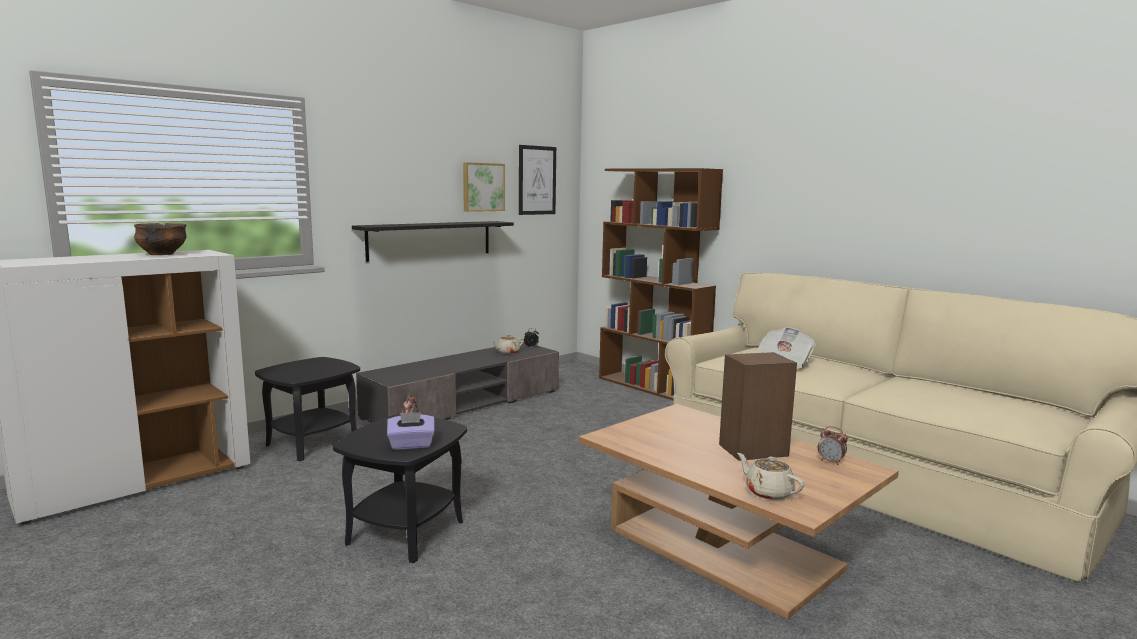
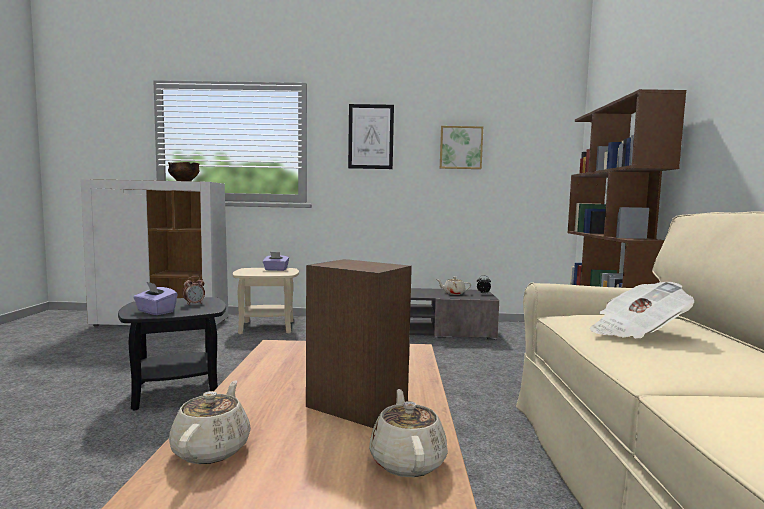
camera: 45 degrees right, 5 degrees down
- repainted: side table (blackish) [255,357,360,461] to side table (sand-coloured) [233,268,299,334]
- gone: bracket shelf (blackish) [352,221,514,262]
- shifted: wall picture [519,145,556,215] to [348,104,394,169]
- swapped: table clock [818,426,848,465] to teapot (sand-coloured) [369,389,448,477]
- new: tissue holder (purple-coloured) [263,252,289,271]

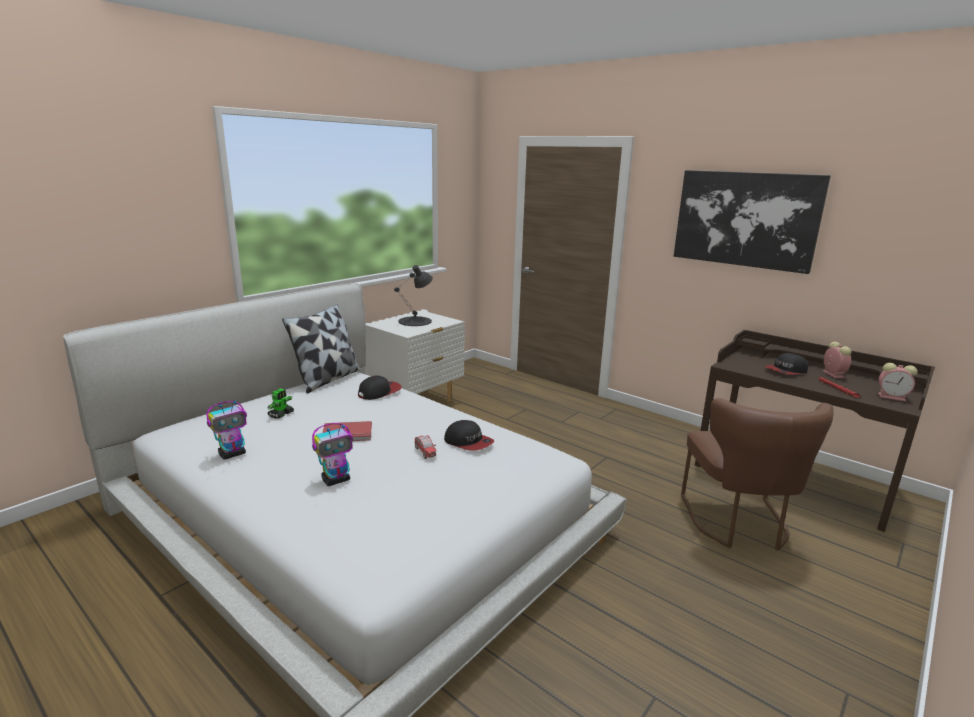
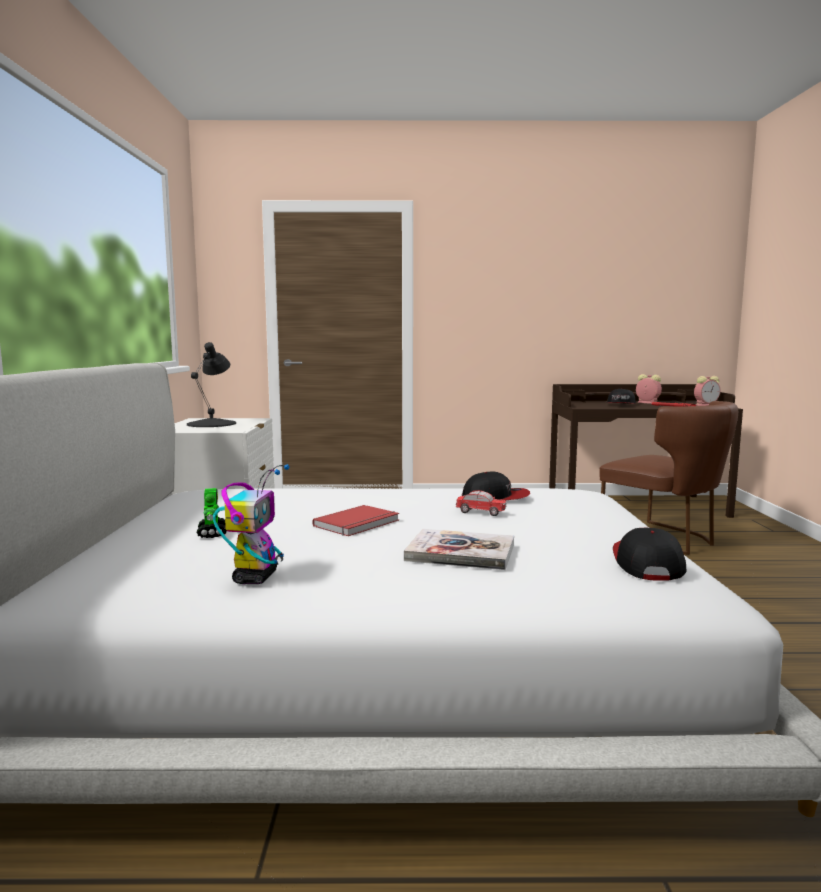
camera: 40 degrees left, 10 degrees down
- gone: pillow [282,304,360,393]
- swapped: toy robot [312,423,353,486] to bound book [404,529,514,570]
- shifted: peaked cap [358,375,402,400] to [613,528,687,581]
- gone: wall picture [674,170,831,274]

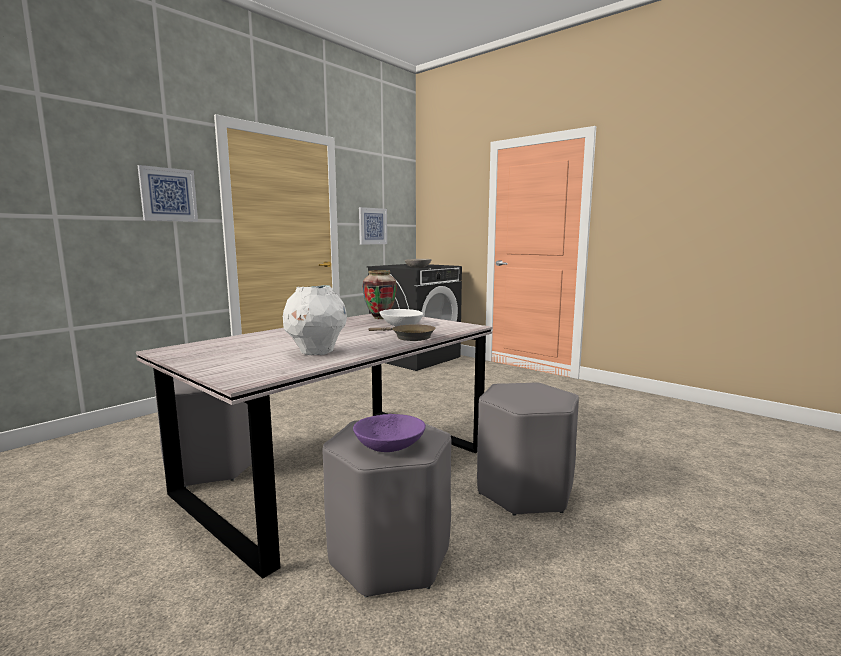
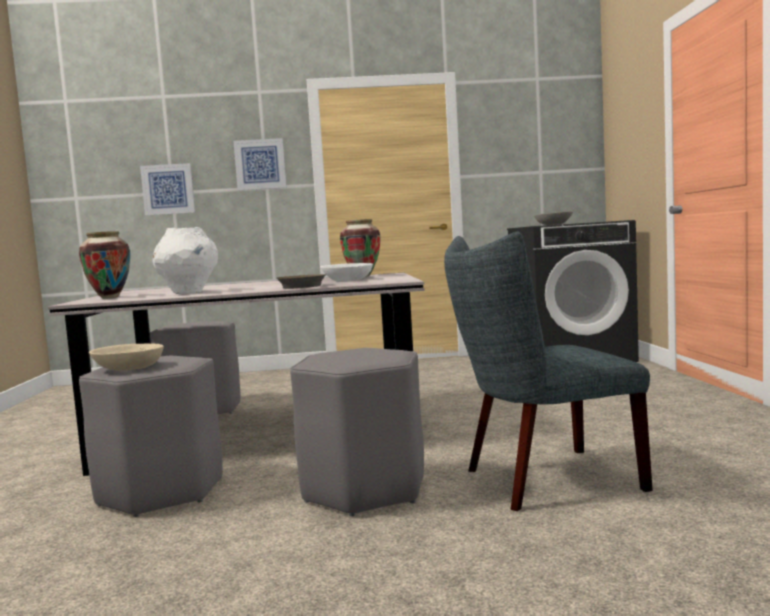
camera: 45 degrees right, 5 degrees down
- repainted: serving bowl (purple-coloured) [353,414,426,452] to serving bowl (sand-coloured) [89,343,164,371]
- shifted: wall picture [359,207,387,245] to [140,163,195,216]
- new: vase [79,231,130,299]
- new: upright chair (gray) [444,232,653,511]

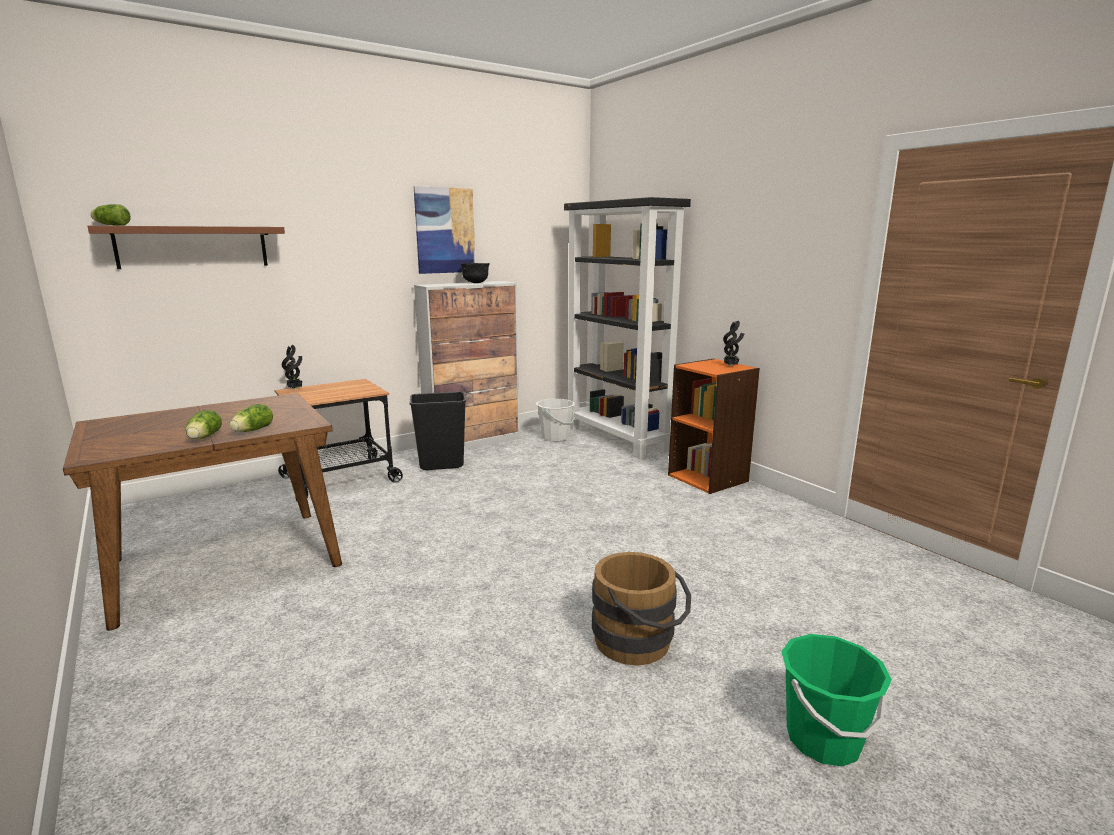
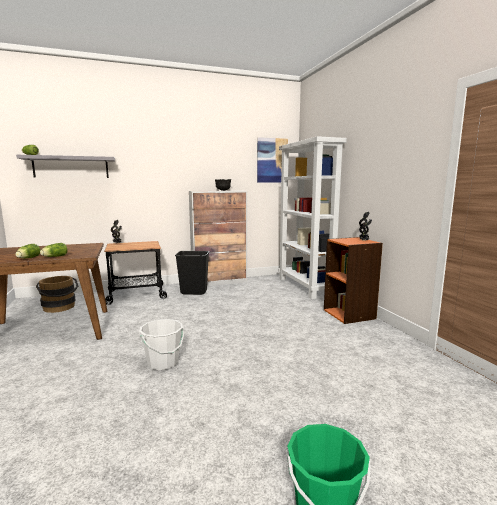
camera: 15 degrees right, 5 degrees down
- repainted: bracket shelf (brownish) [87,226,285,269] to bracket shelf (gray) [16,155,115,178]
- shifted: wall picture [414,186,475,274] to [257,137,288,183]
- shifted: pail (white) [536,399,575,442] to [139,319,184,370]
- repainted: bookcase (blackish) [564,197,691,459] to bookcase (white) [278,136,347,299]
- shifted: pail (brownish) [592,552,691,666] to [36,276,78,313]

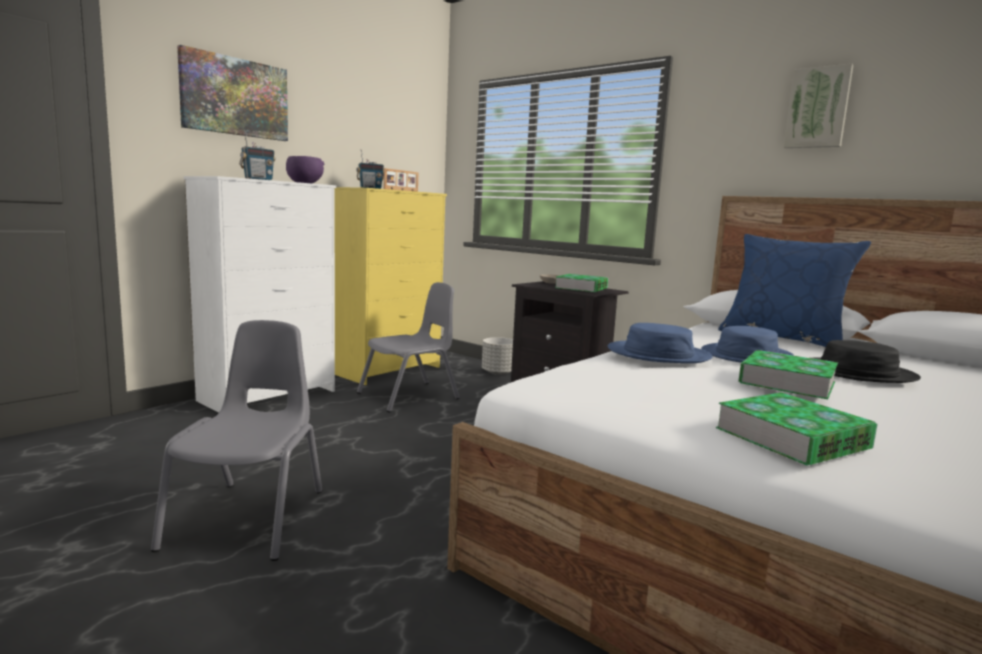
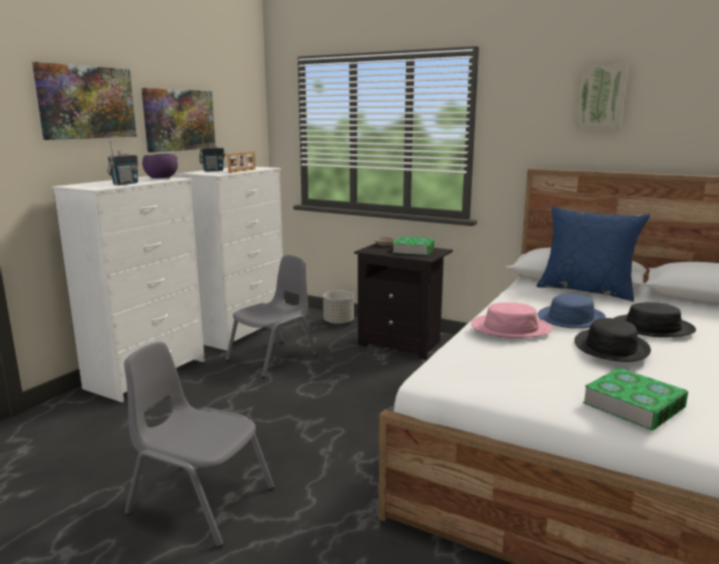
camera: 10 degrees left, 5 degrees up
- rotated: upright chair (gray) [151,320,322,561] = [124,342,275,547] 60 degrees counterclockwise
- repainted: dresser (yellowish) [335,187,447,385] to dresser (white) [176,167,283,351]
- repainted: hat (bluish) [608,323,713,363] to hat (pink) [471,302,552,338]
- swapped: bound book [738,350,838,399] to hat (blackish) [575,318,651,362]
- new: wall picture [141,88,215,152]

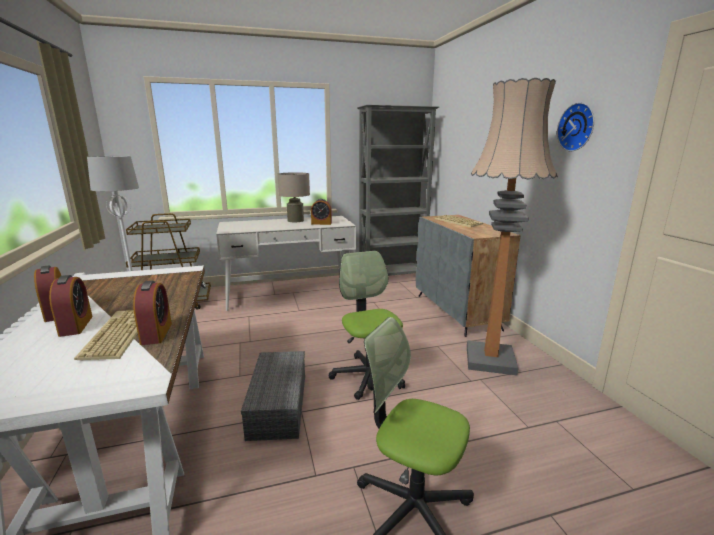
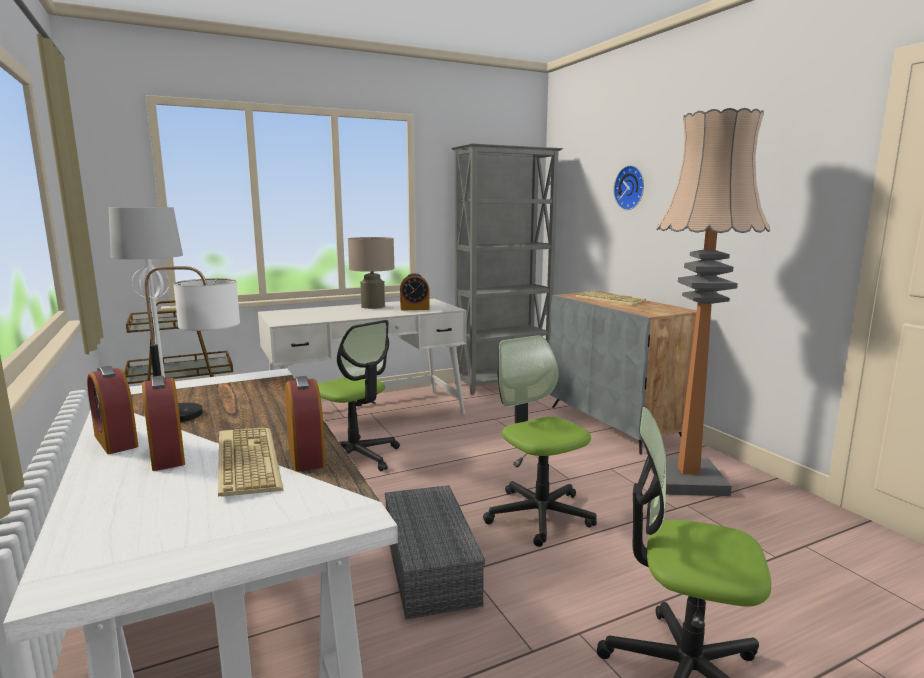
camera: 10 degrees left, 5 degrees down
- shifted: clock on the wall [557,103,594,151] to [614,165,644,210]
- new: lamp for a table [145,266,240,422]
- new: computer chair [318,320,400,471]

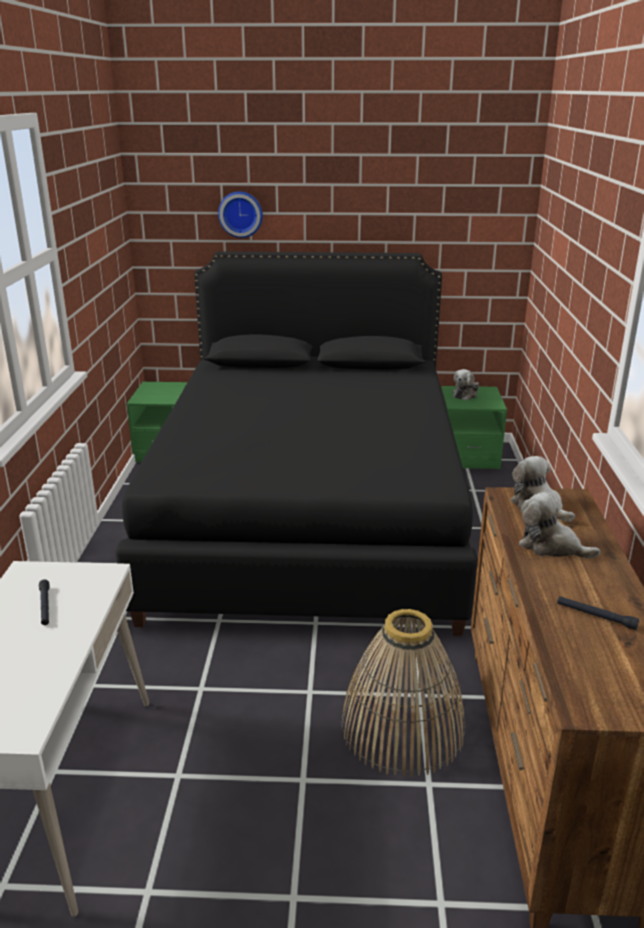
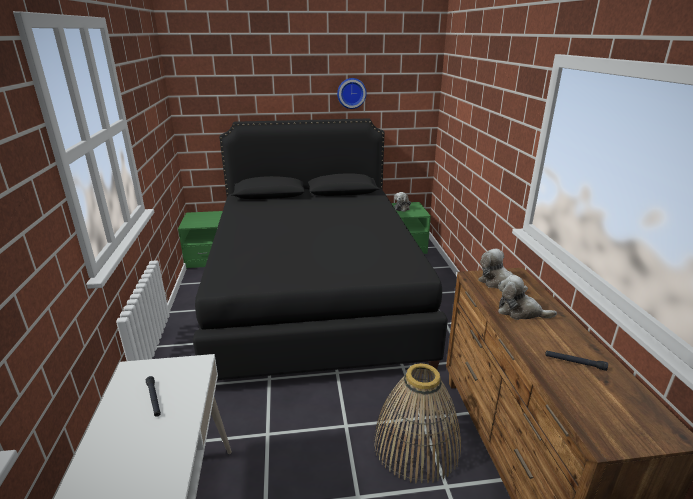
camera: 10 degrees left, 0 degrees up
- shifted: clock on the wall [218,191,263,238] to [337,78,367,109]

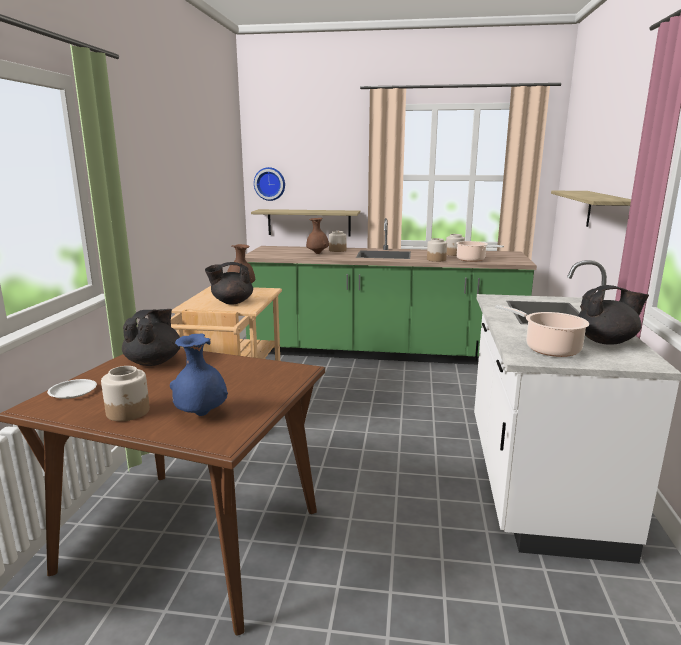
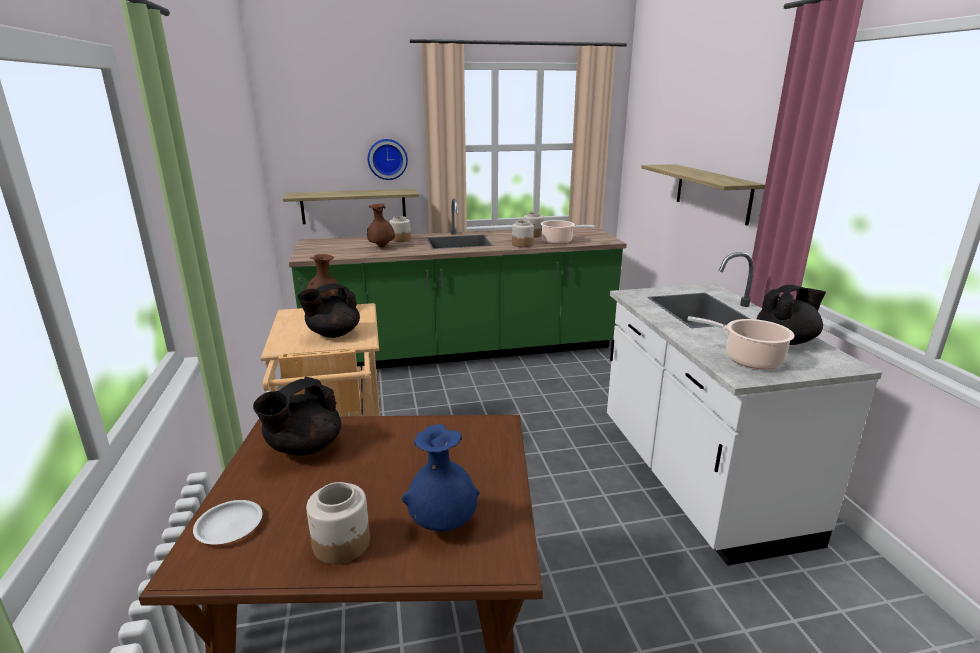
camera: 20 degrees left, 5 degrees up
- rotated: teapot (blackish) [122,309,181,366] = [253,377,341,456] 135 degrees counterclockwise
- shifted: clock on the wall [254,167,285,201] to [368,139,408,180]

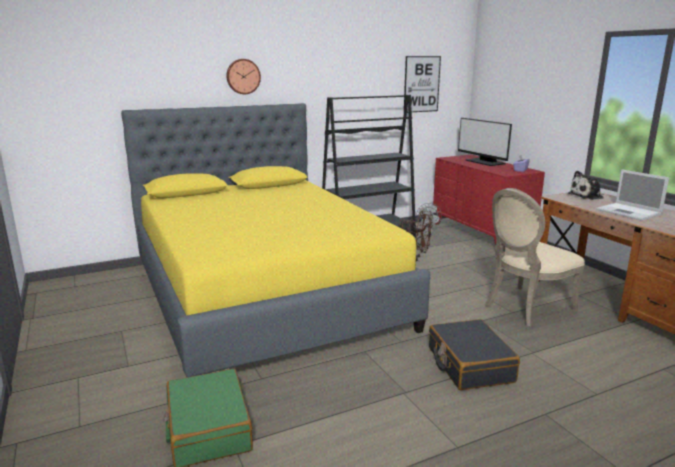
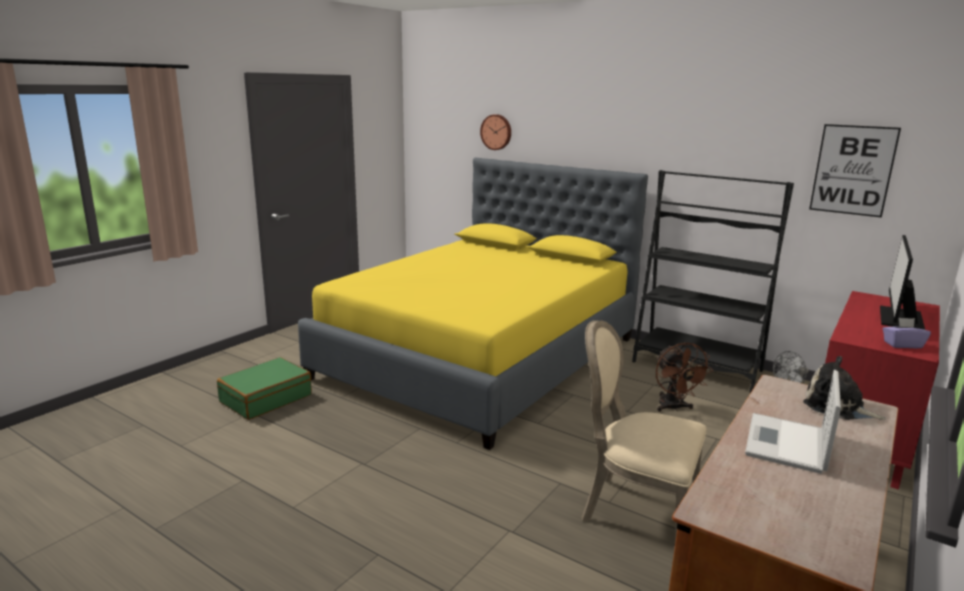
camera: 60 degrees right, 0 degrees up
- shifted: clock on the wall [226,59,261,94] to [480,114,511,150]
- gone: suitcase (blackish) [429,319,520,390]

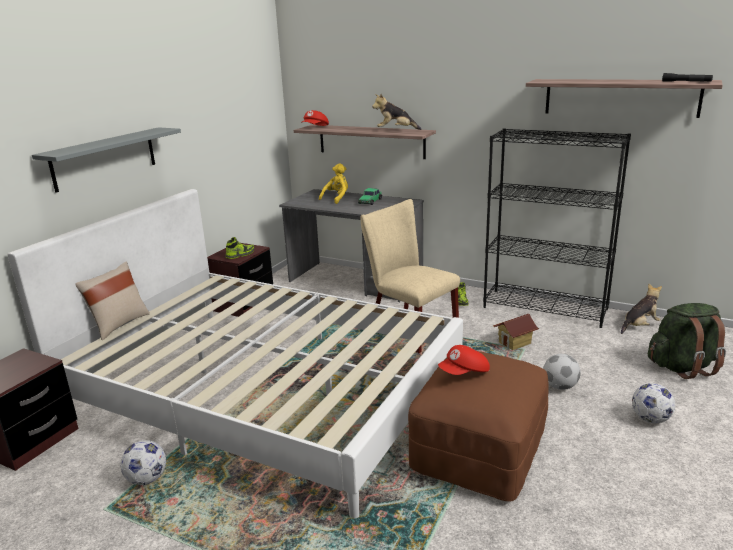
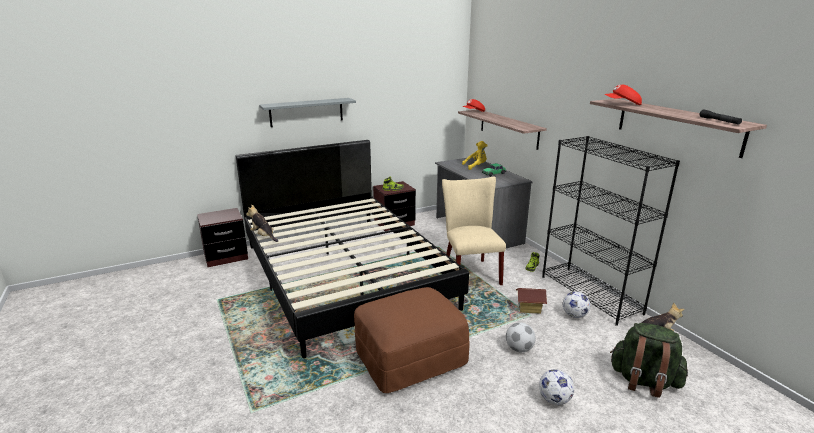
camera: 35 degrees right, 0 degrees up
- repainted: bed (white) [7,189,463,518] to bed (blackish) [236,140,469,358]
- gone: pillow (sand-coloured) [75,262,150,340]
- shifted: football ball [120,440,166,485] to [563,292,590,318]
- shifted: plush toy [372,94,422,130] to [246,204,278,242]
- shifted: peaked cap (red) [438,345,490,375] to [605,85,642,105]

